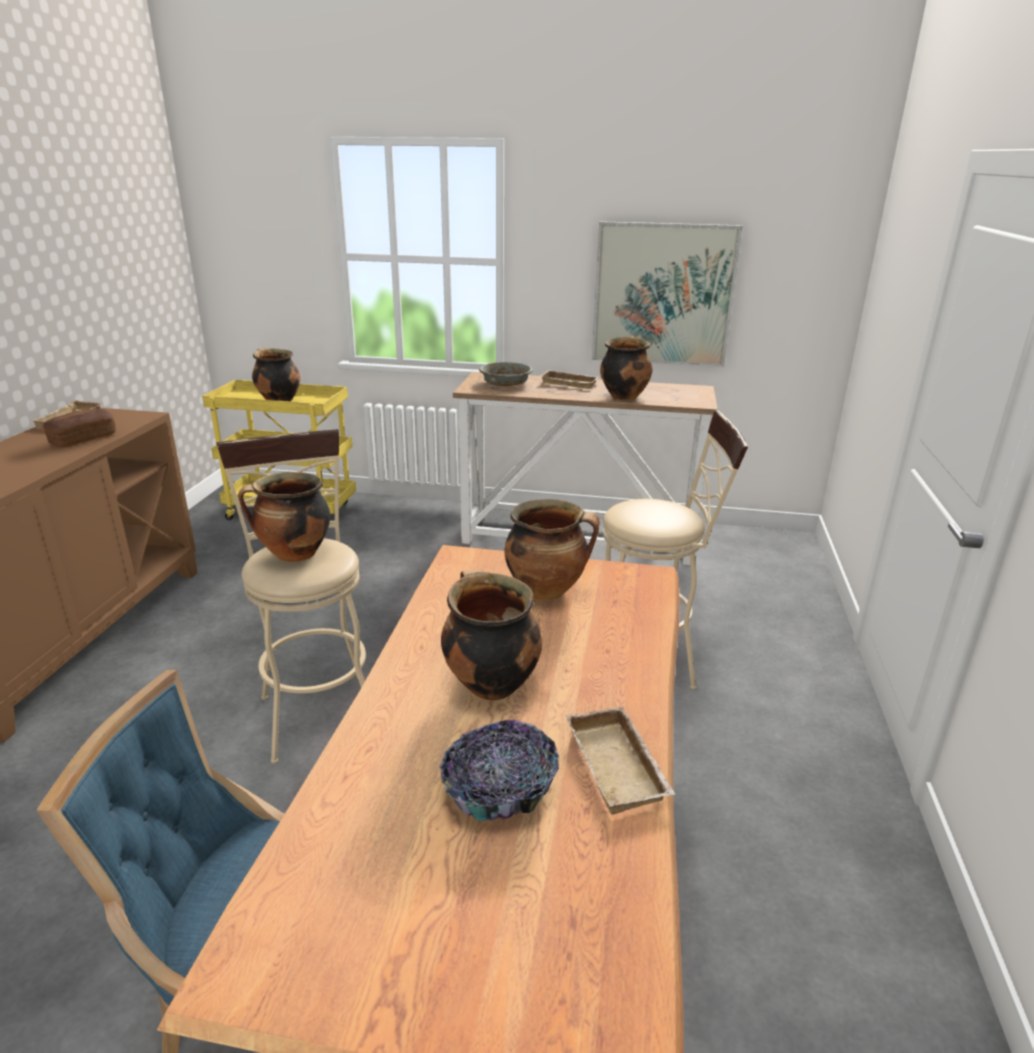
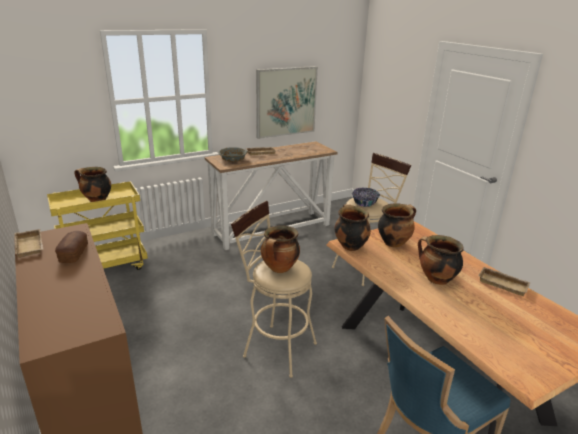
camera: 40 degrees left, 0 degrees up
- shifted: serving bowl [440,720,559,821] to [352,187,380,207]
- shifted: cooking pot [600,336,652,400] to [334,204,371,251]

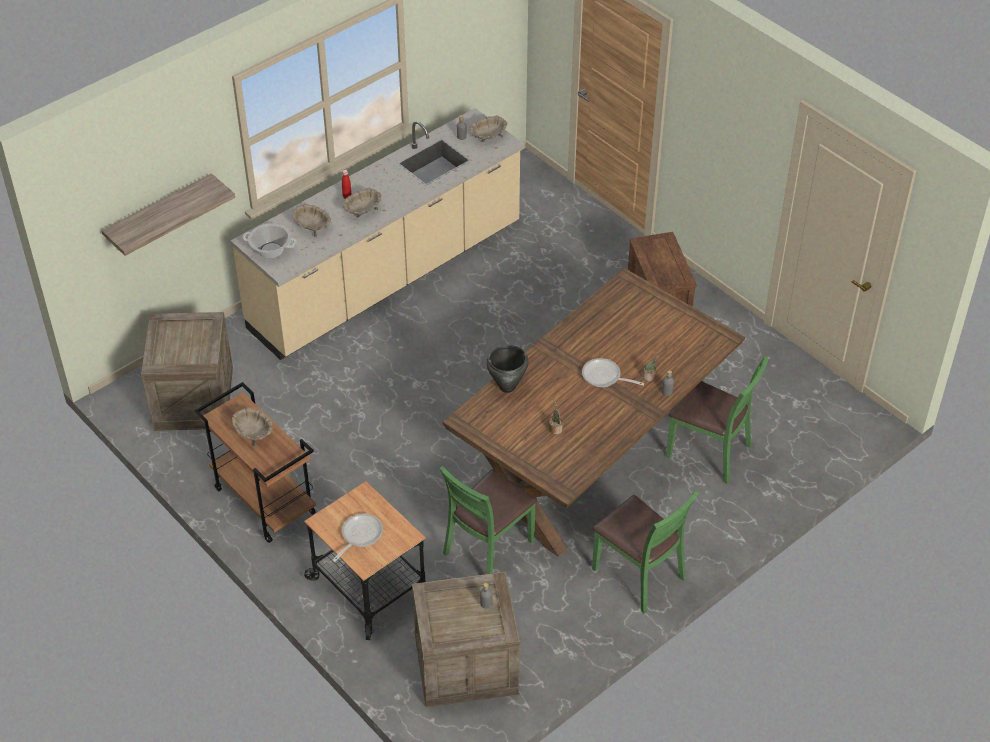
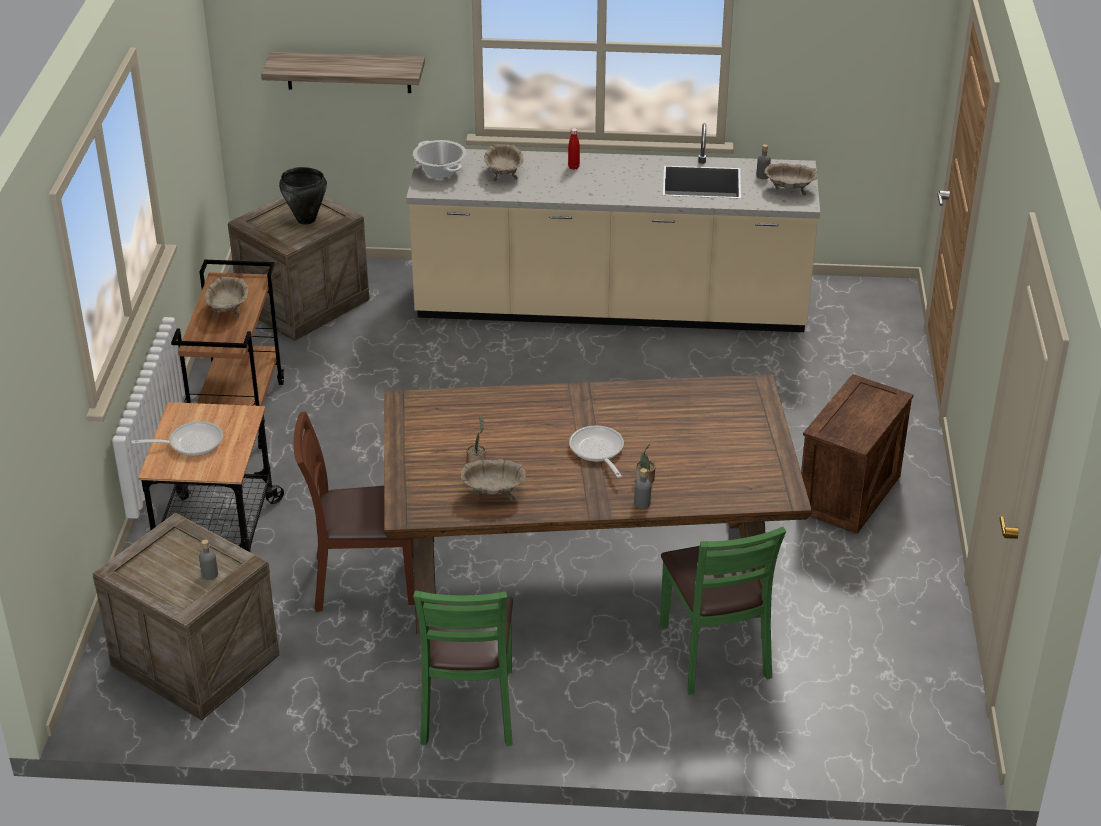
camera: 45 degrees right, 10 degrees down
- shifted: serving bowl (sand-coloured) [343,188,381,218] to [461,459,526,500]
- repainted: upright chair (greenish) [439,466,537,574] to upright chair (brownish) [294,411,415,612]
- shifted: cooking pot (blackish) [486,345,529,393] to [279,167,327,224]

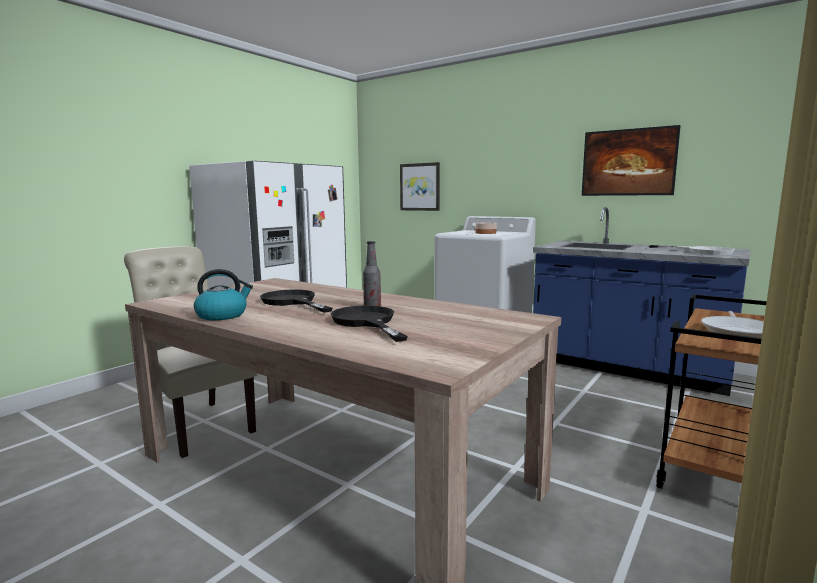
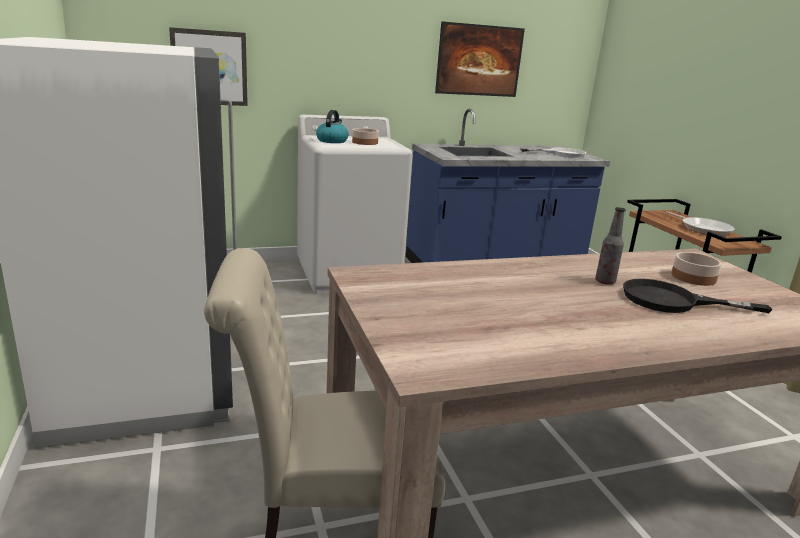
camera: 55 degrees left, 10 degrees up
- shifted: water kettle [194,269,253,320] to [316,110,348,143]
- gone: frying pan (blackish) [260,289,333,313]
- new: serving bowl [671,252,722,286]

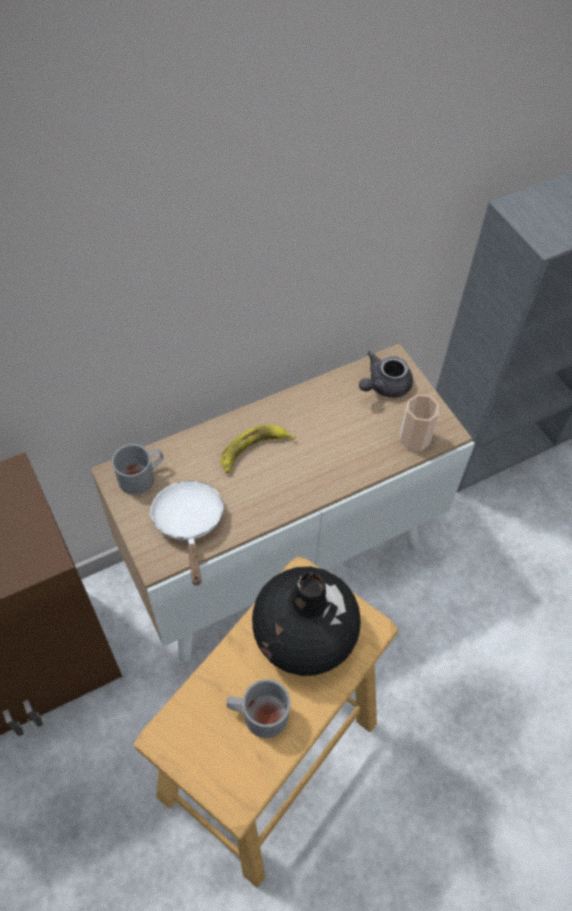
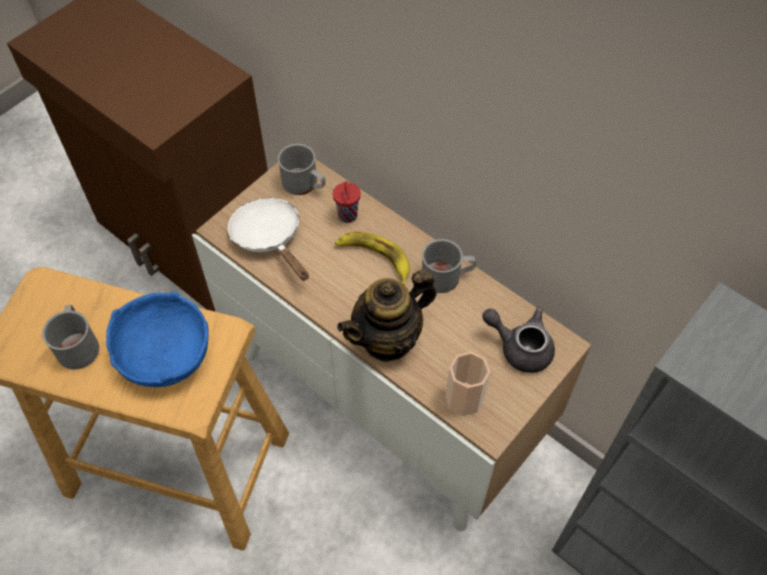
camera: 70 degrees right, 0 degrees up
- rotated: frying pan (white) [149,481,225,586] = [228,198,309,281] 90 degrees counterclockwise
- swapped: vase (blackish) [252,567,361,676] to serving bowl (bluish) [106,291,209,387]
- new: small cup (red) [333,181,361,223]
- new: teapot [337,269,436,362]
- new: mug (gray) [422,239,476,293]

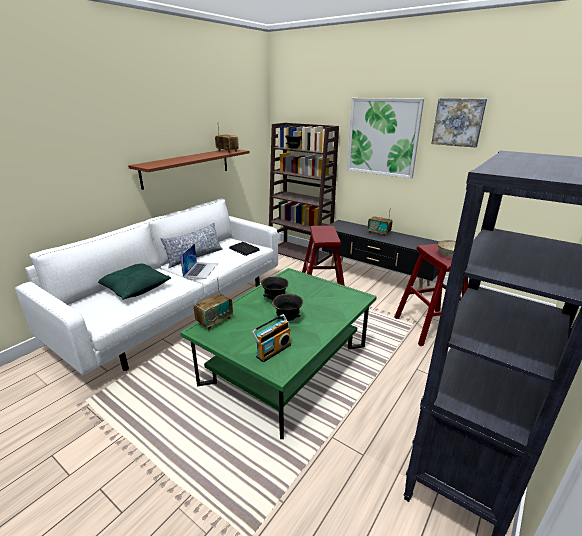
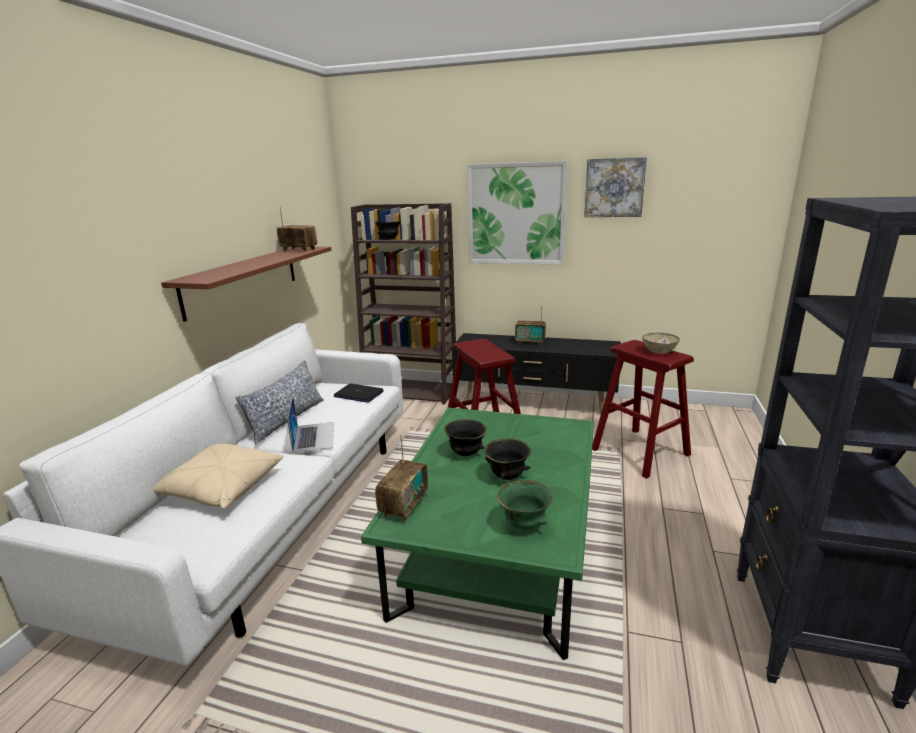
camera: 20 degrees left, 5 degrees down
- repainted: pillow (greenish) [98,264,171,299] to pillow (sand-coloured) [153,444,283,509]
- swapped: radio set [251,314,291,362] to serving bowl (greenish) [497,480,553,530]

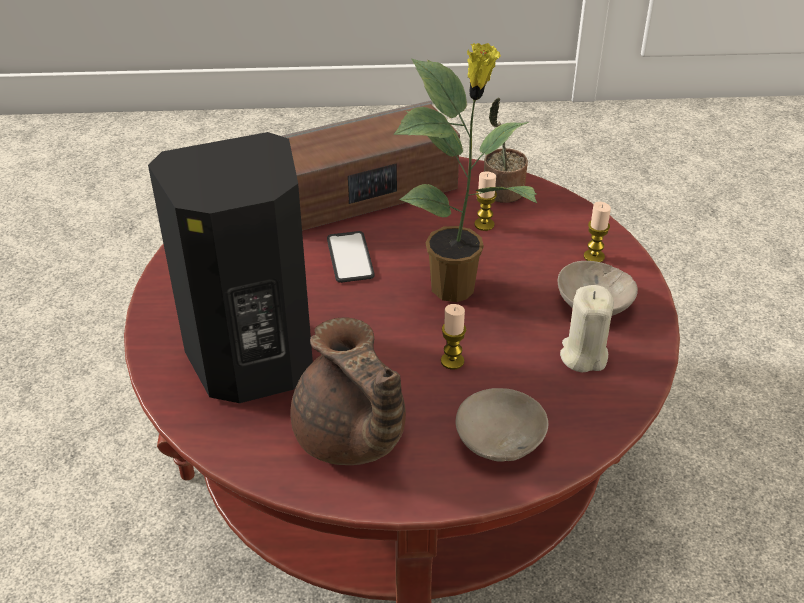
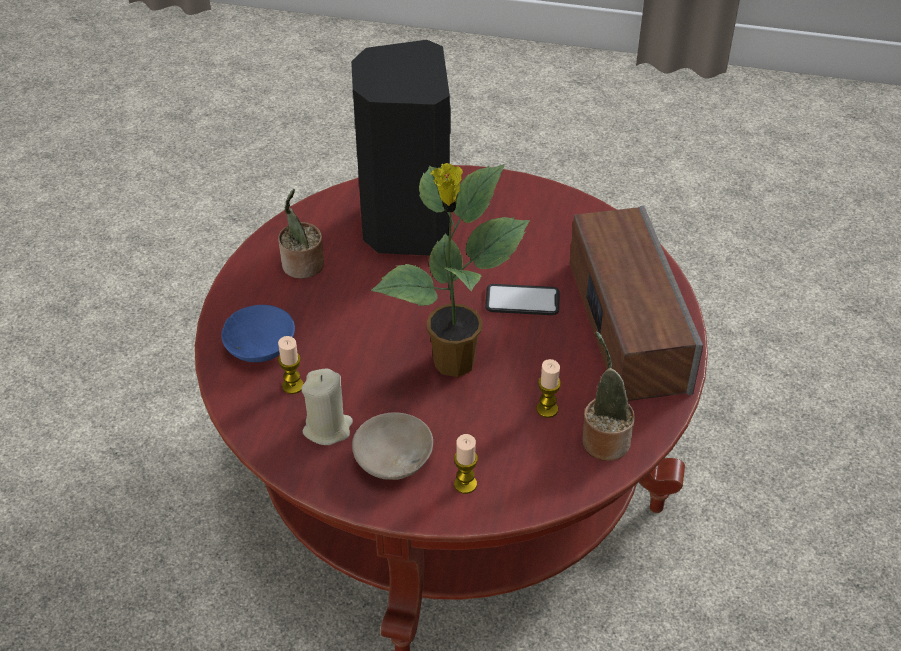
camera: 105 degrees right, 5 degrees up
- swapped: teapot (brownish) [290,317,406,465] to plant in a pot [278,189,324,279]
- shifted: candle [441,304,466,370] to [278,336,303,394]
- repainted: serving bowl (sand-coloured) [456,388,548,462] to serving bowl (bluish) [221,305,295,362]

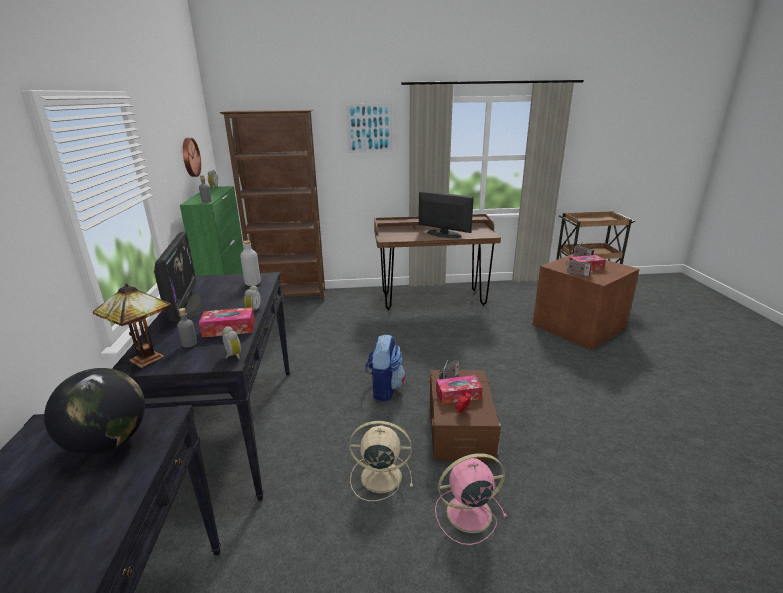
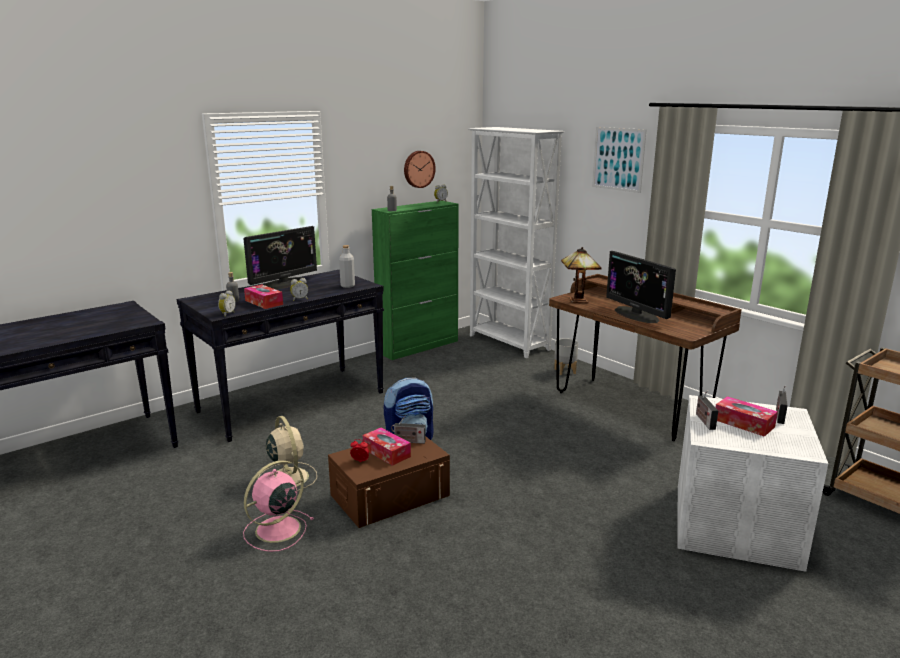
camera: 55 degrees right, 5 degrees down
- gone: world globe [44,368,145,455]
- shifted: lamp for a table [93,284,172,368] to [561,247,602,303]
- repainted: bookcase (brownish) [220,109,325,301] to bookcase (white) [468,127,565,358]
- rotated: computer display [419,191,474,238] = [606,251,676,323] 150 degrees clockwise
- rotated: cooling fan (pink) [435,453,507,545] = [243,460,314,552] 90 degrees counterclockwise
- repainted: storage bin (brownish) [533,254,640,350] to storage bin (white) [678,395,828,572]
- new: flower pot (gray) [554,338,578,375]

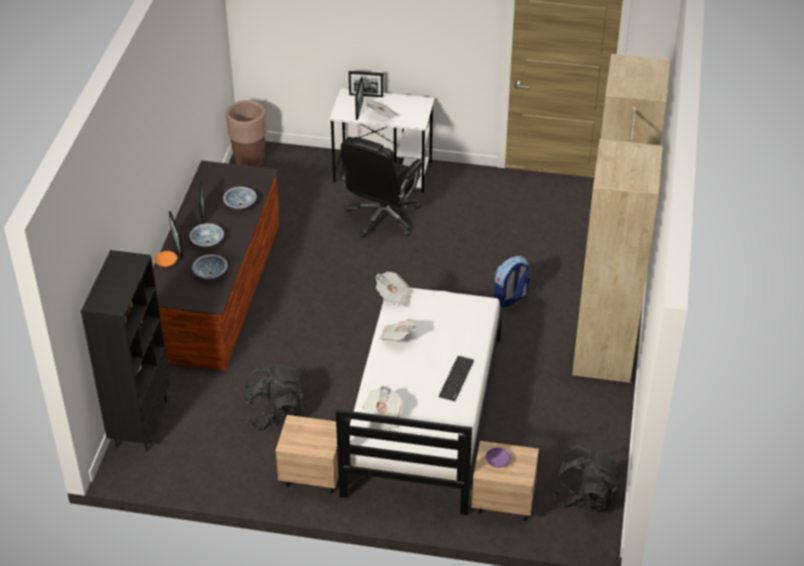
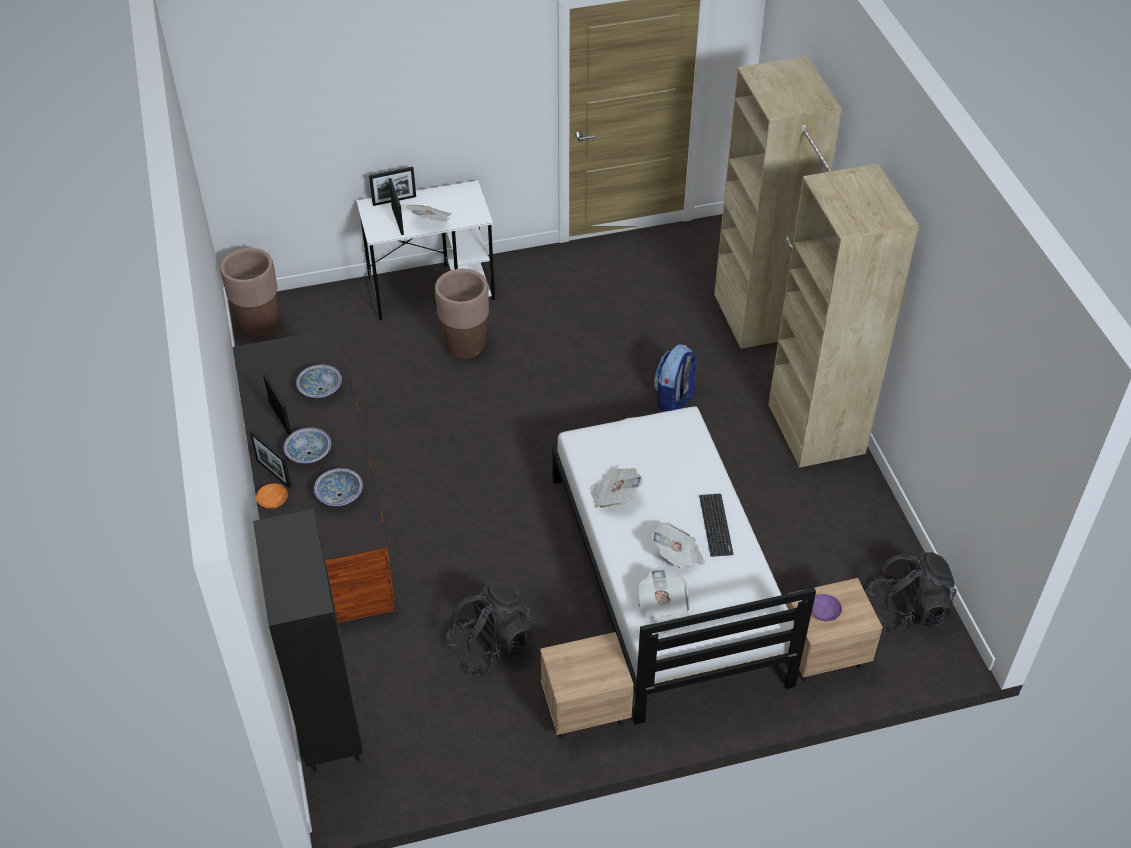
camera: 25 degrees left, 5 degrees up
- swapped: computer chair (blackish) [341,137,423,238] to flower pot (brownish) [435,268,489,359]
- shifted: daily paper [376,272,412,307] to [651,523,705,568]

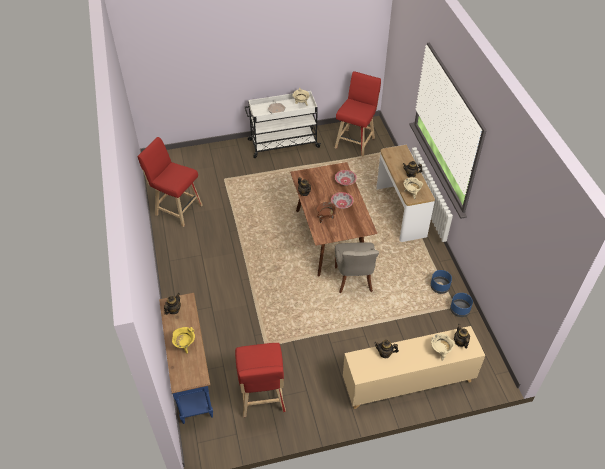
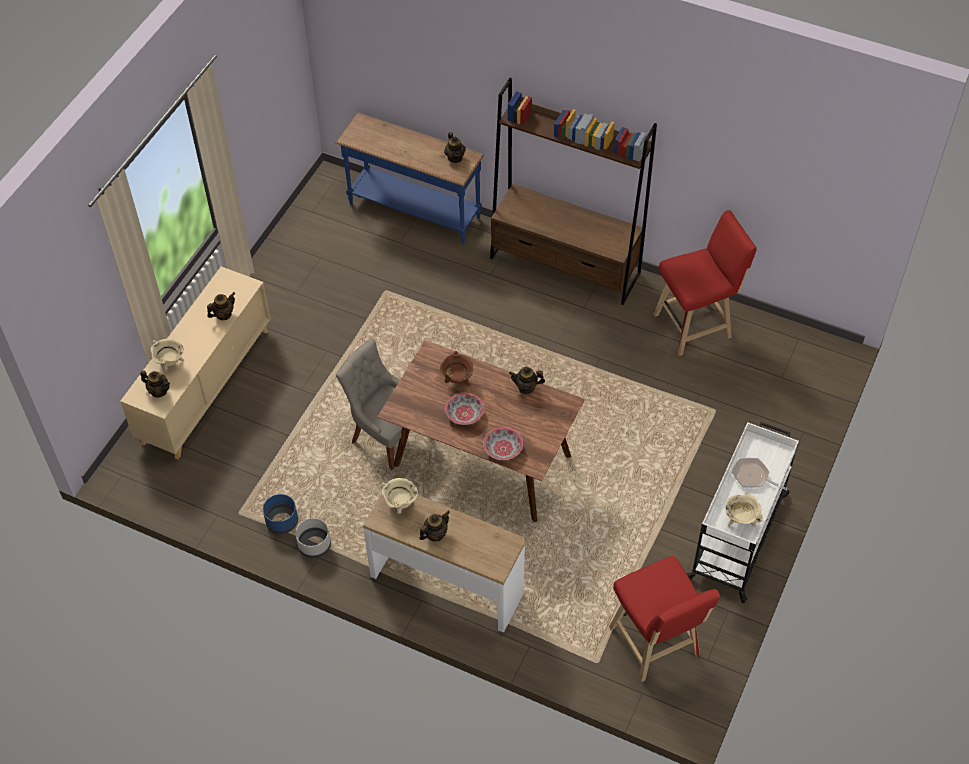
camera: 130 degrees right, 5 degrees up
- gone: cooking pot (yellowish) [172,327,195,353]
- gone: stool seat (red) [235,343,286,417]
- gone: flower pot (bluish) [450,293,473,317]
- new: flower pot (gray) [295,518,331,558]
- new: bookcase (brownish) [490,78,657,305]

